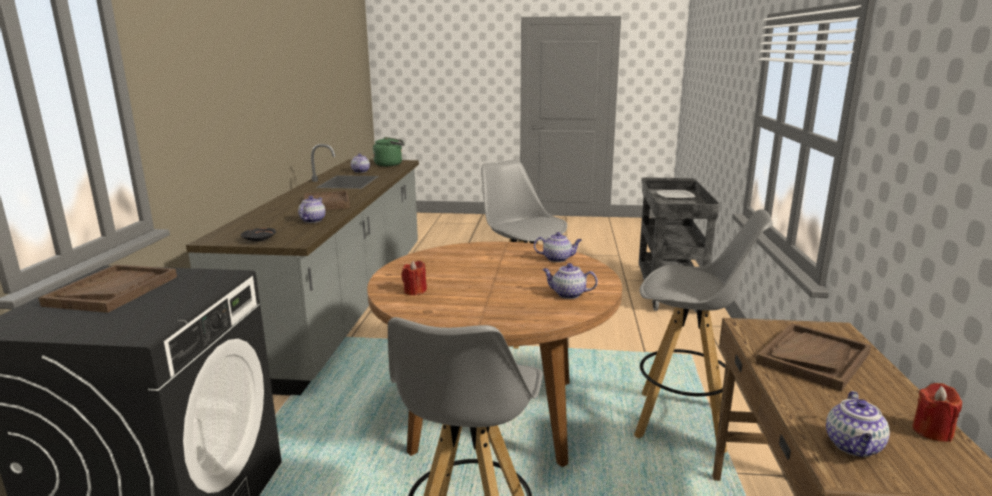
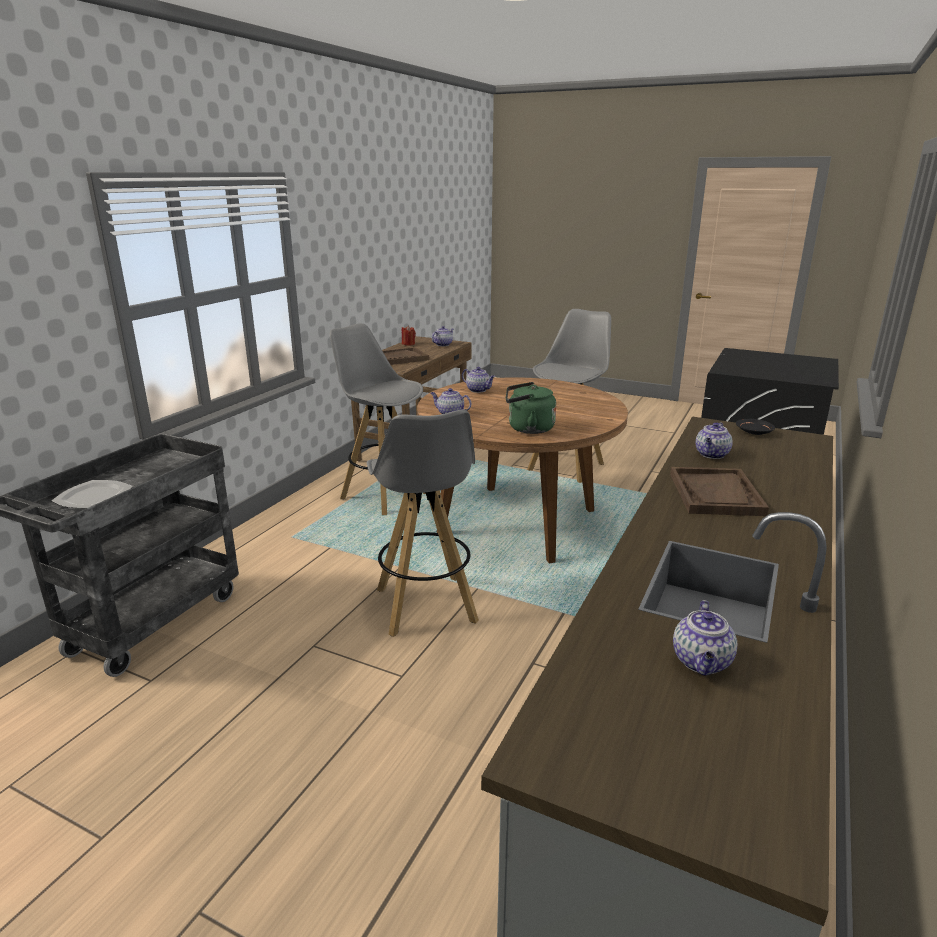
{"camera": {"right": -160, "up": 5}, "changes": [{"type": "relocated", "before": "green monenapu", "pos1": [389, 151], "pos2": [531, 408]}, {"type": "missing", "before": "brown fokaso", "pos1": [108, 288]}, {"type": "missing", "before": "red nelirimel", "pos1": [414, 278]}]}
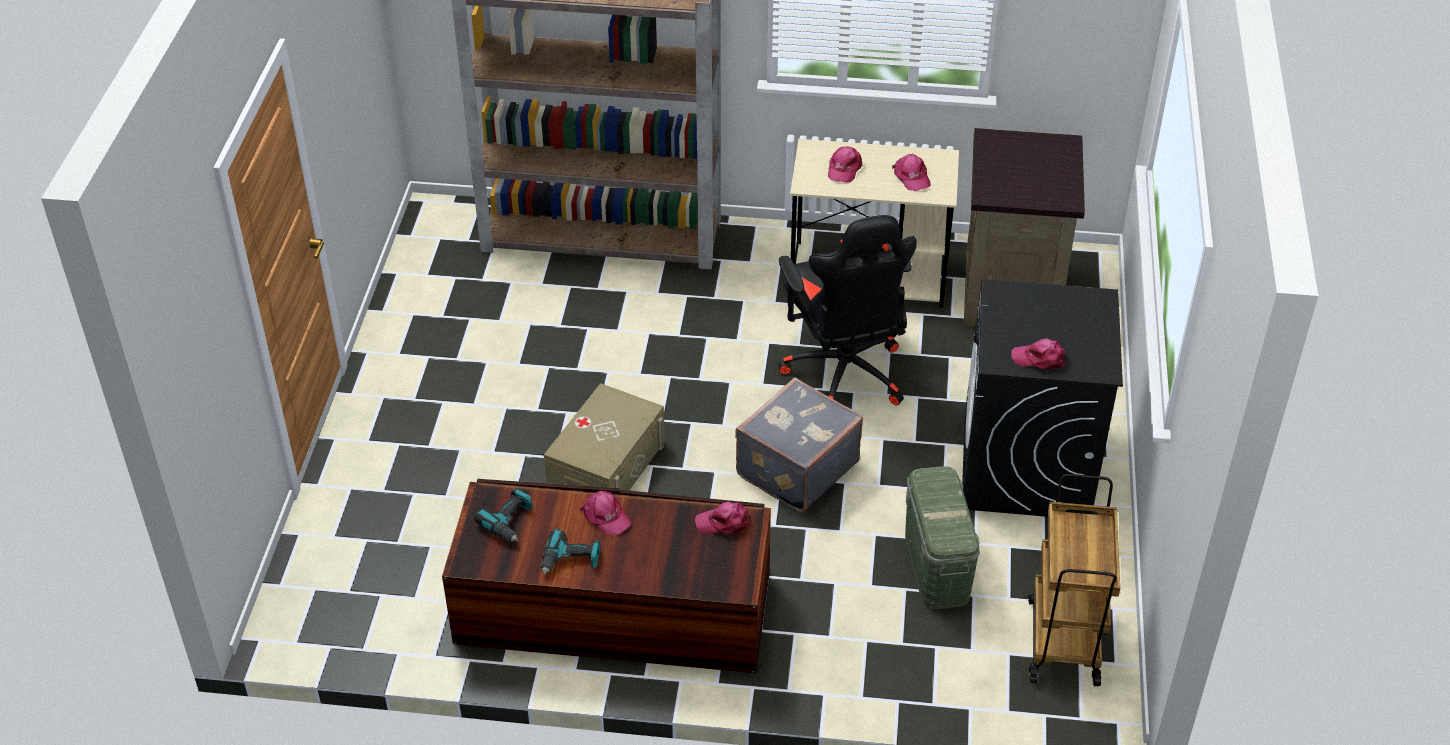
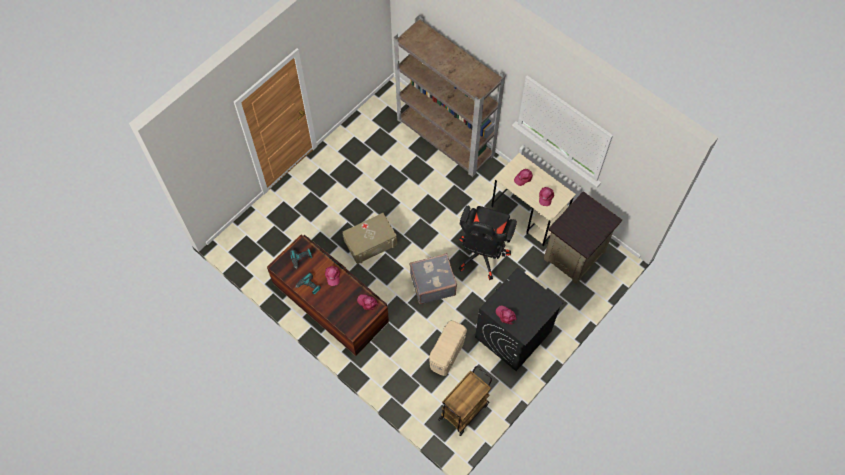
{"camera": {"right": 35, "up": 20}, "changes": [{"type": "colour", "before": "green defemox", "after": "beige defemox", "pos1": [942, 537], "pos2": [448, 348]}]}
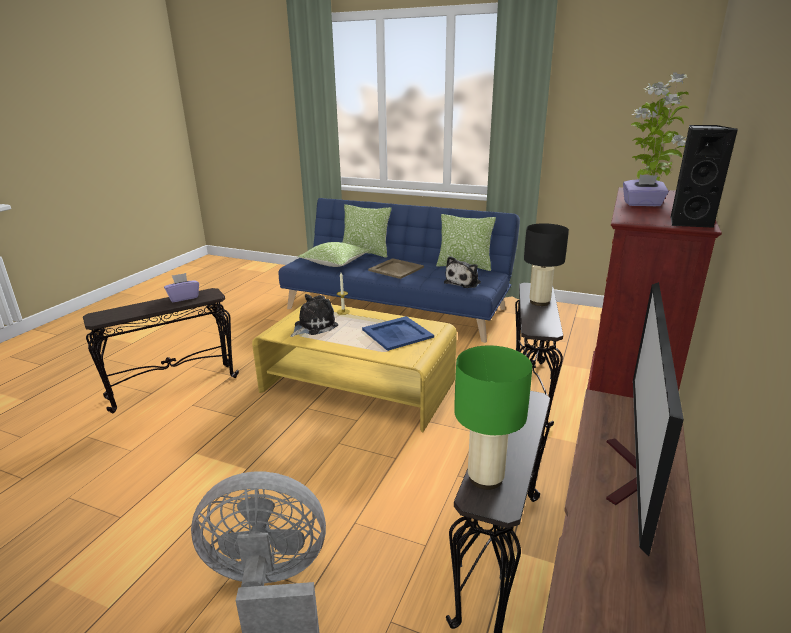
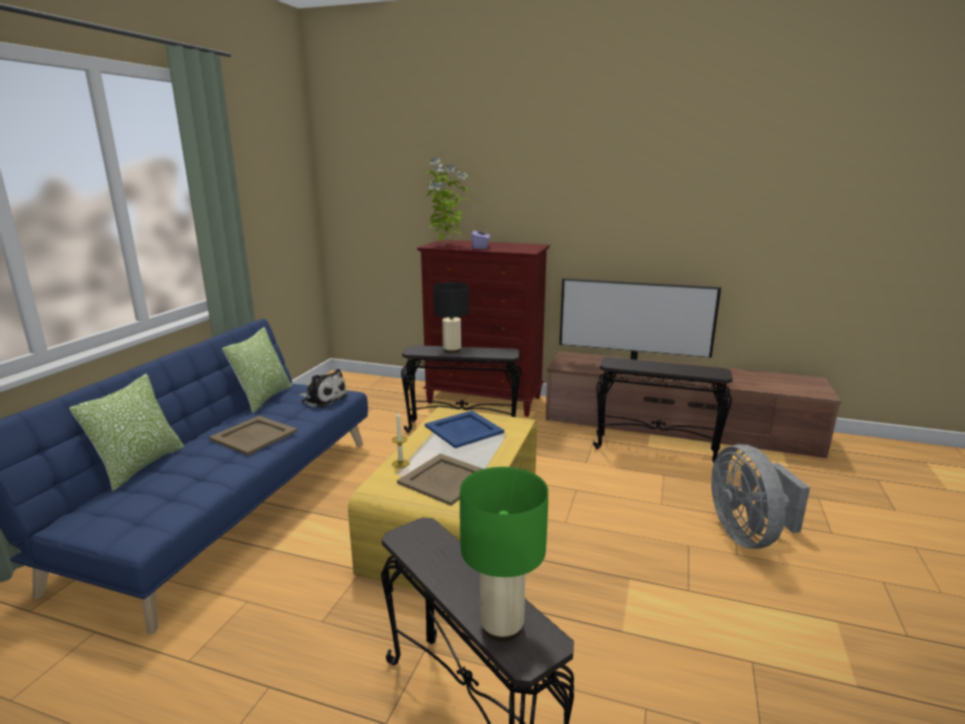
{"camera": {"right": -95, "up": -5}, "changes": [{"type": "exchanged", "before": "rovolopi", "after": "beige fokaso", "pos1": [314, 315], "pos2": [440, 480]}, {"type": "relocated", "before": "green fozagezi", "pos1": [493, 417], "pos2": [504, 554]}, {"type": "missing", "before": "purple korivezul", "pos1": [181, 287]}, {"type": "missing", "before": "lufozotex", "pos1": [333, 254]}, {"type": "missing", "before": "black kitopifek", "pos1": [704, 176]}]}
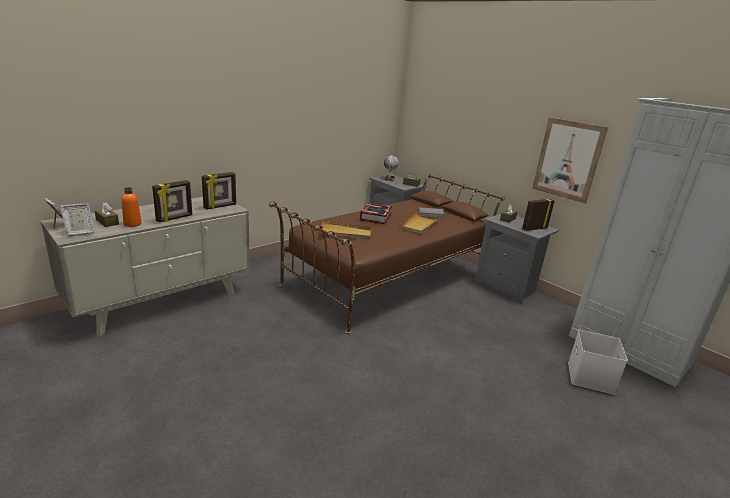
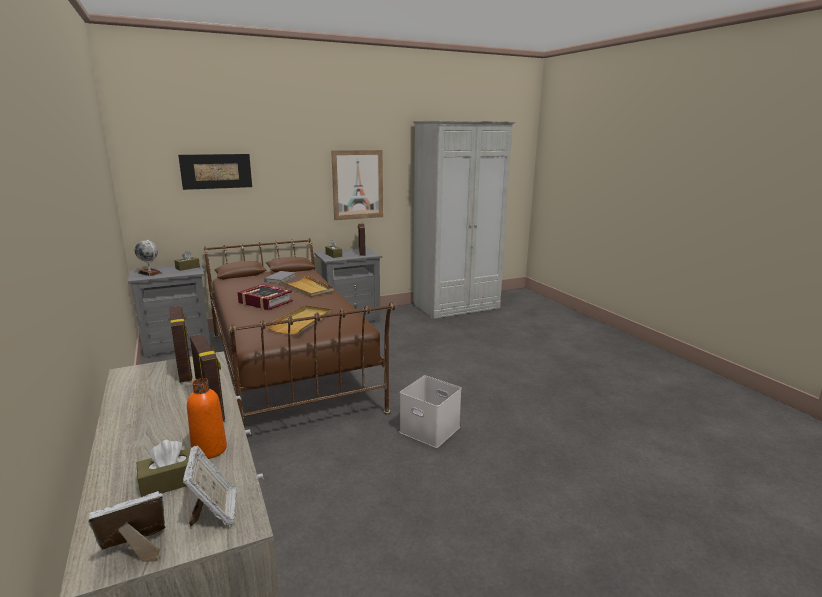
{"camera": {"right": -70, "up": -5}, "changes": [{"type": "appeared", "after": "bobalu", "pos2": [215, 172]}, {"type": "relocated", "before": "white defemox", "pos1": [598, 362], "pos2": [431, 412]}]}
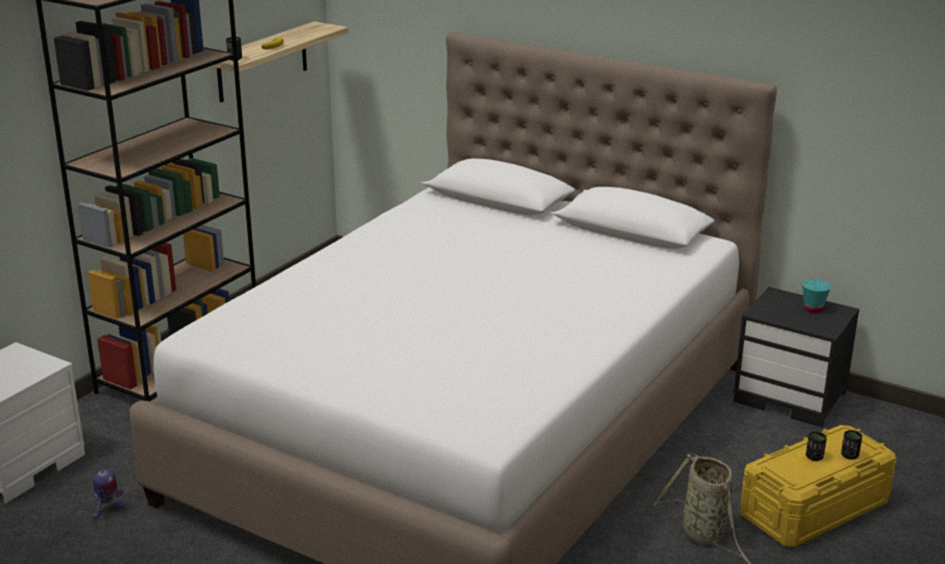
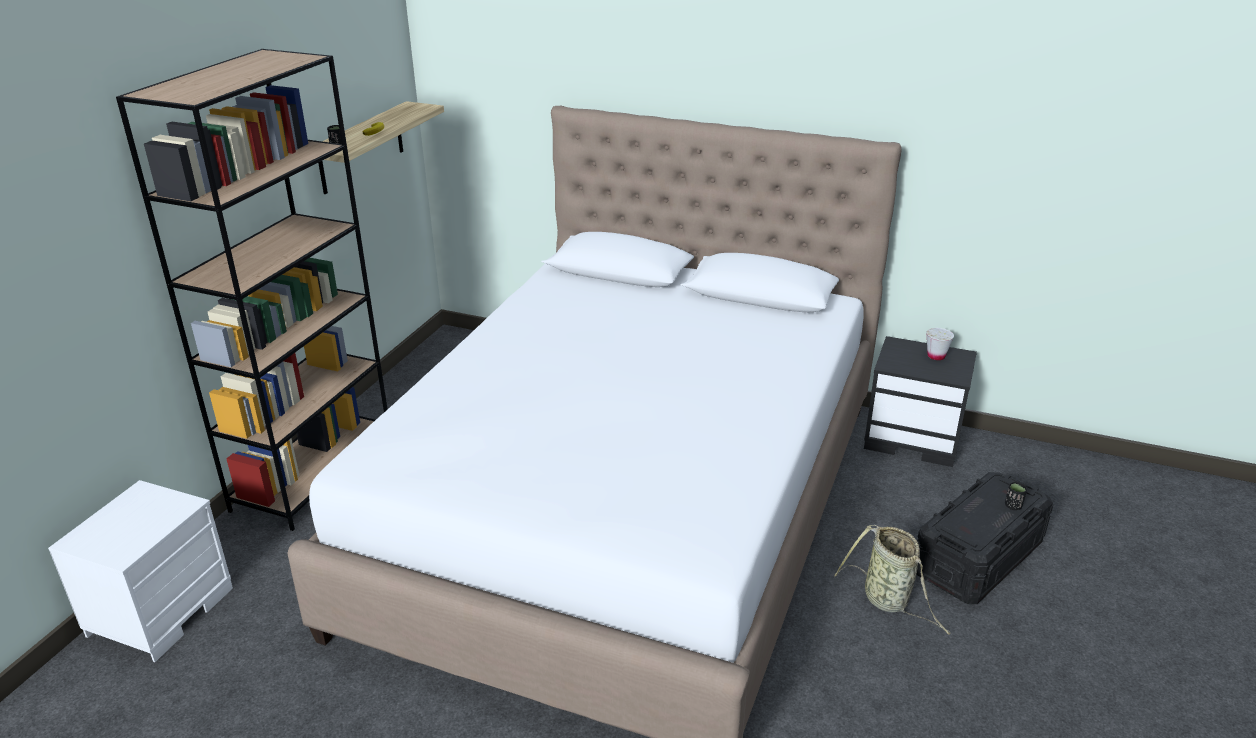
{"camera": {"right": -10, "up": 5}, "changes": [{"type": "colour", "before": "yellow defemox", "after": "black defemox", "pos1": [818, 486], "pos2": [984, 538]}, {"type": "colour", "before": "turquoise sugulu", "after": "white sugulu", "pos1": [816, 296], "pos2": [940, 344]}, {"type": "missing", "before": "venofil", "pos1": [108, 485]}, {"type": "missing", "before": "black sugulu", "pos1": [816, 446]}]}
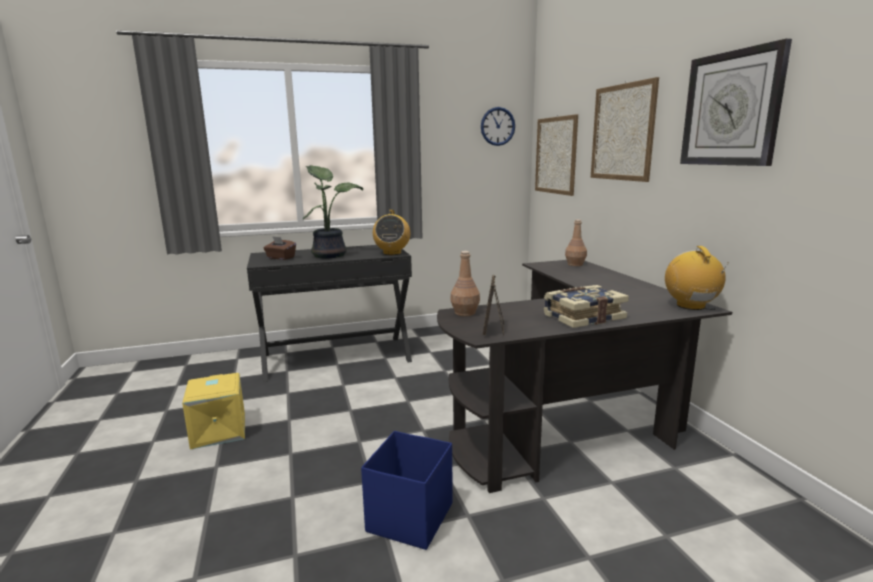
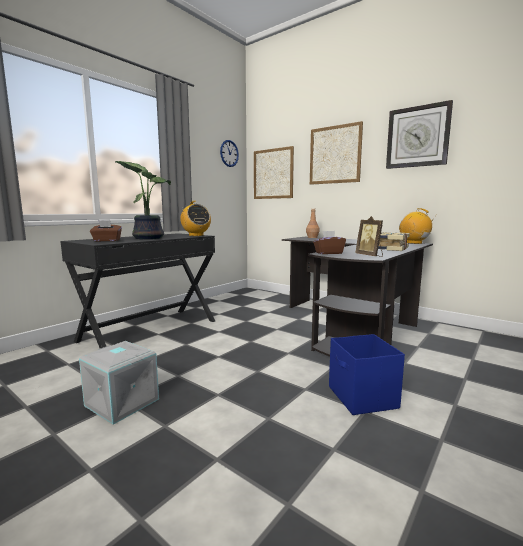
{"camera": {"right": -35, "up": -5}, "changes": [{"type": "colour", "before": "yellow defemox", "after": "grey defemox", "pos1": [213, 411], "pos2": [119, 383]}, {"type": "exchanged", "before": "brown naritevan", "after": "brown korivezul", "pos1": [465, 283], "pos2": [329, 242]}]}
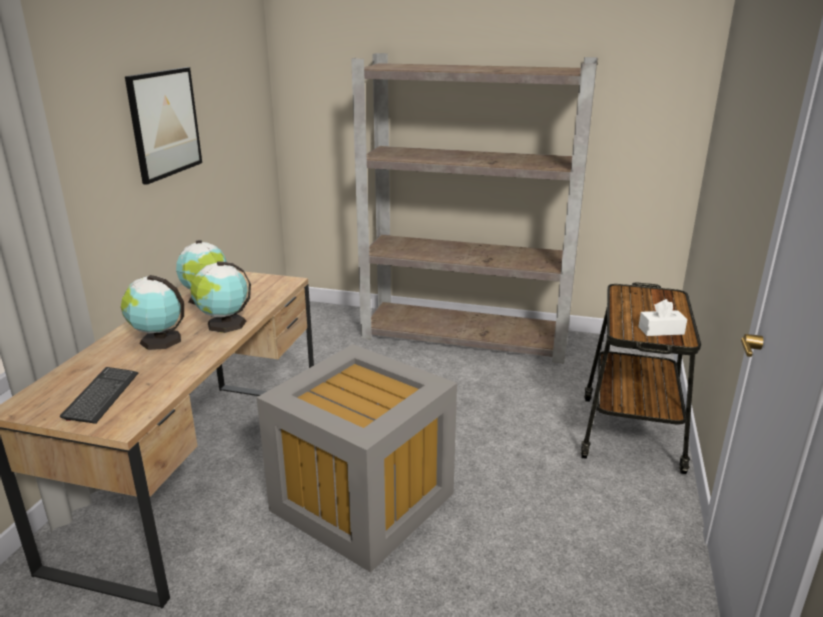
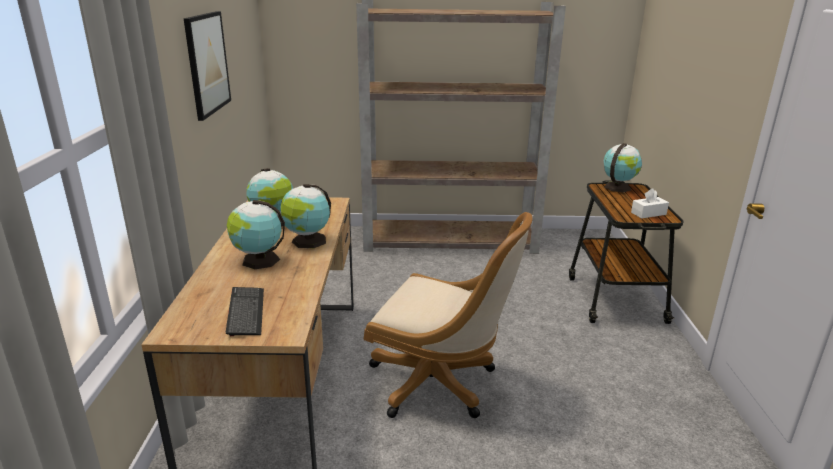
{"camera": {"right": -15, "up": 0}, "changes": [{"type": "exchanged", "before": "grey defemox", "after": "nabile", "pos1": [356, 458], "pos2": [448, 315]}, {"type": "appeared", "after": "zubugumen", "pos2": [622, 168]}]}
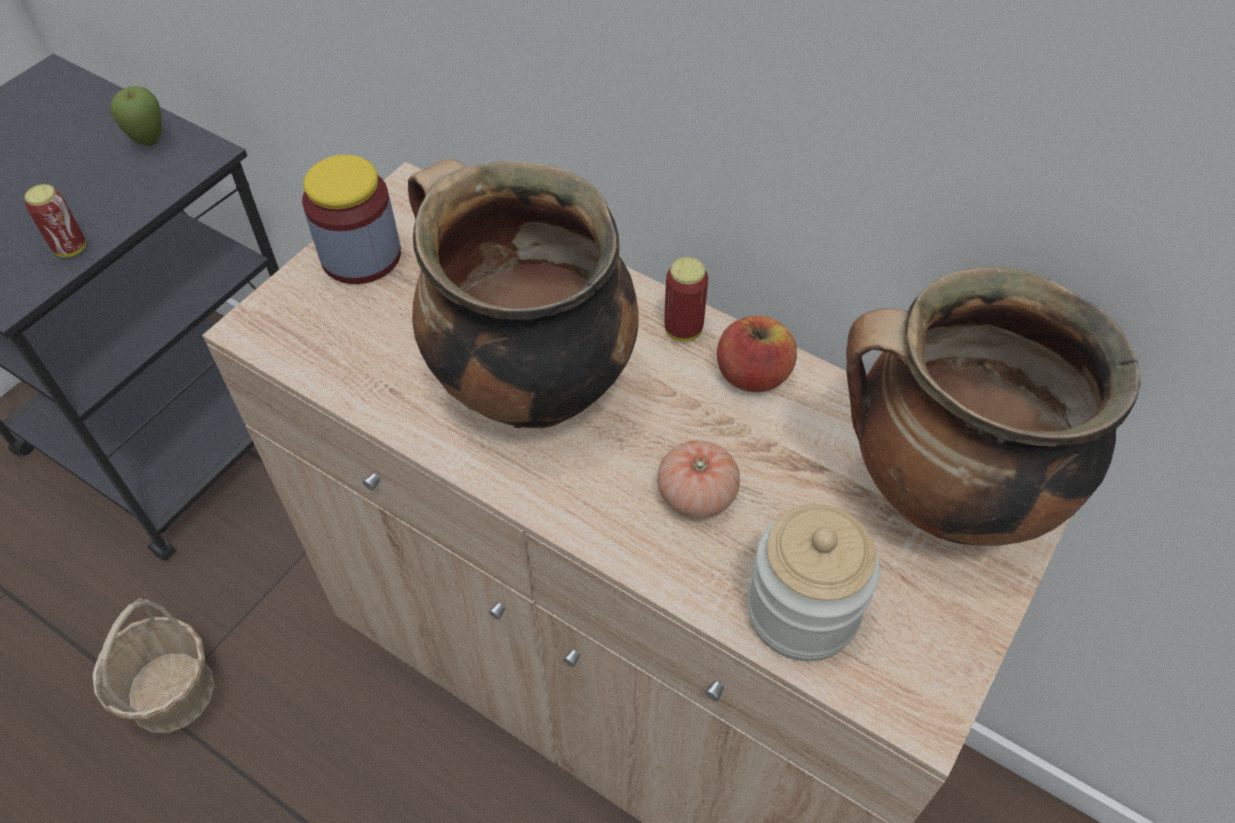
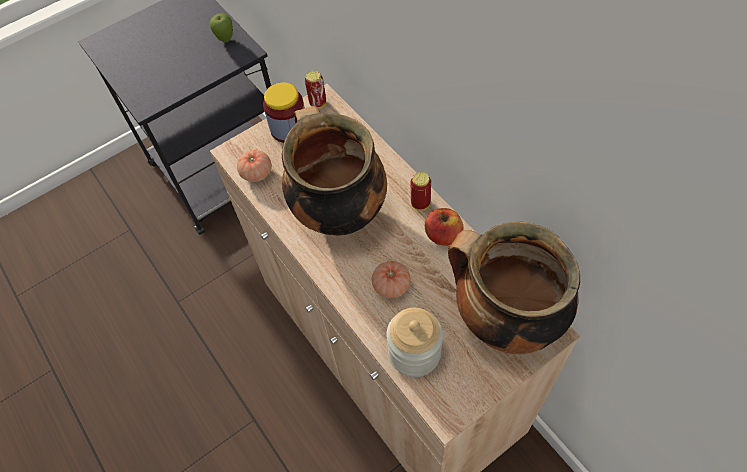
{"camera": {"right": 25, "up": 5}, "changes": [{"type": "appeared", "after": "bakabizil", "pos2": [254, 166]}, {"type": "relocated", "before": "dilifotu", "pos1": [55, 220], "pos2": [315, 89]}, {"type": "missing", "before": "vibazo", "pos1": [153, 665]}]}
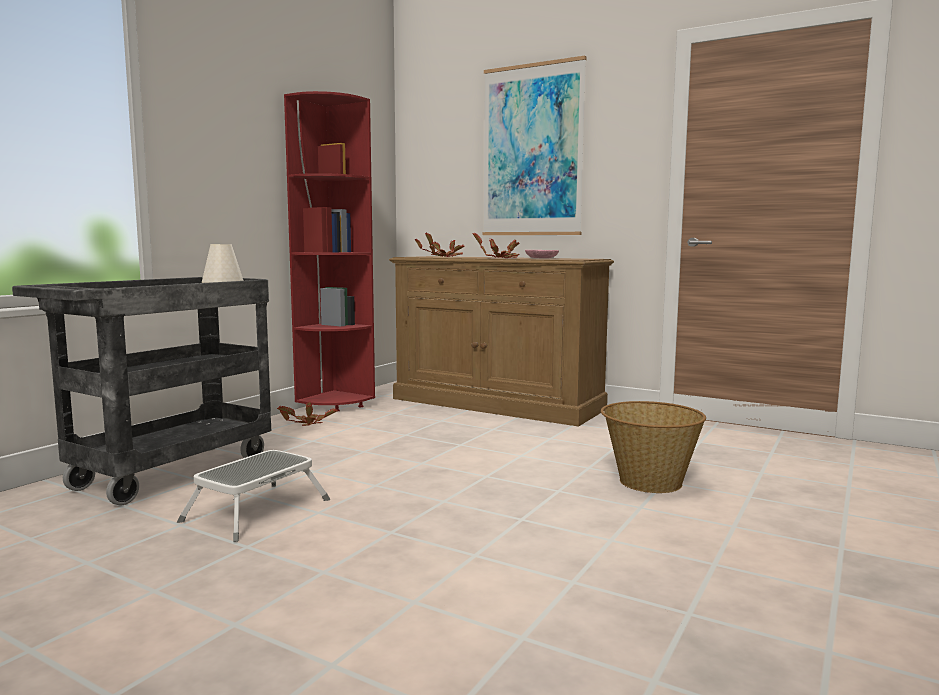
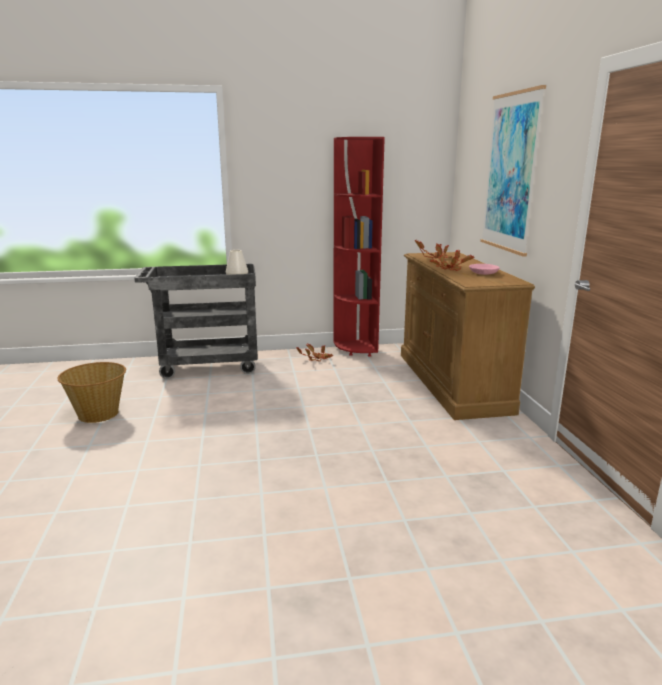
{"camera": {"right": 50, "up": 10}, "changes": [{"type": "relocated", "before": "vibazo", "pos1": [653, 447], "pos2": [92, 392]}, {"type": "missing", "before": "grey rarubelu", "pos1": [253, 496]}]}
